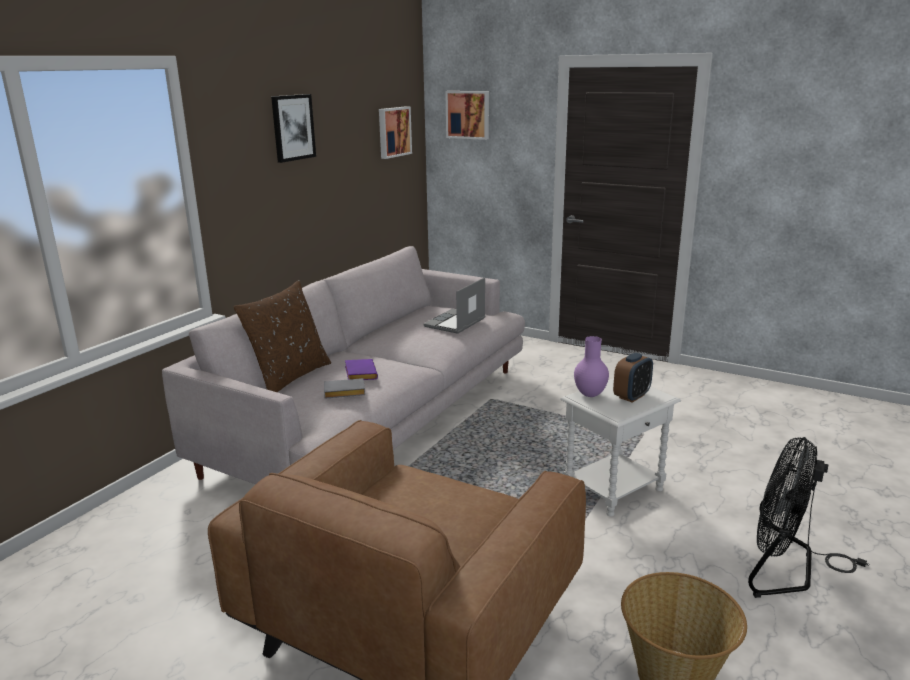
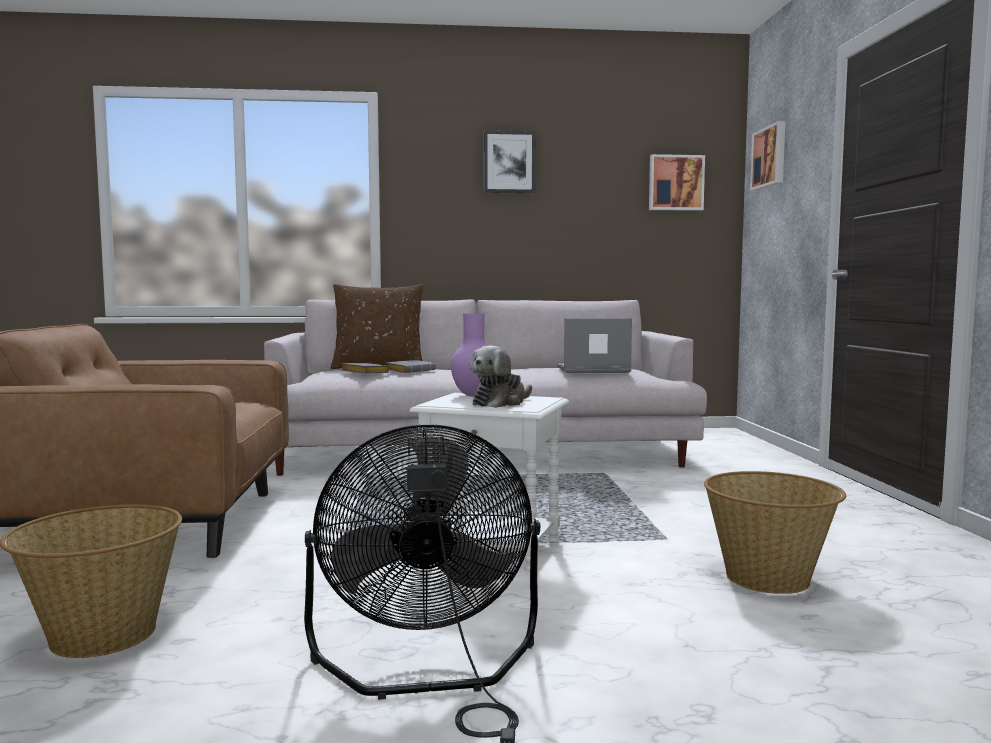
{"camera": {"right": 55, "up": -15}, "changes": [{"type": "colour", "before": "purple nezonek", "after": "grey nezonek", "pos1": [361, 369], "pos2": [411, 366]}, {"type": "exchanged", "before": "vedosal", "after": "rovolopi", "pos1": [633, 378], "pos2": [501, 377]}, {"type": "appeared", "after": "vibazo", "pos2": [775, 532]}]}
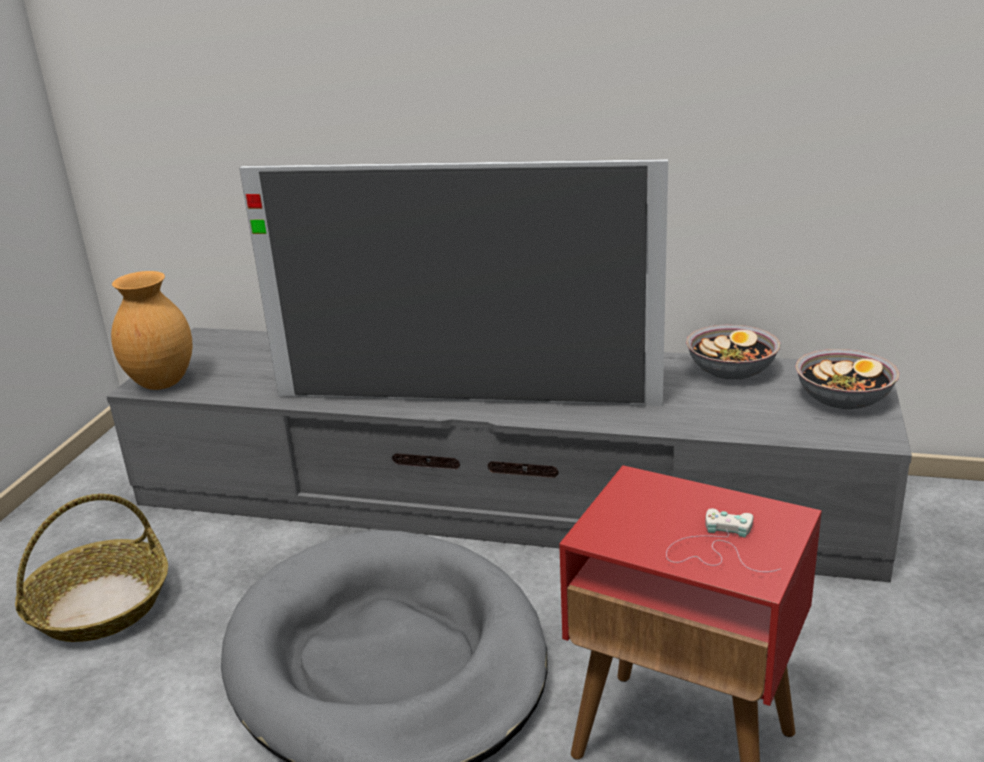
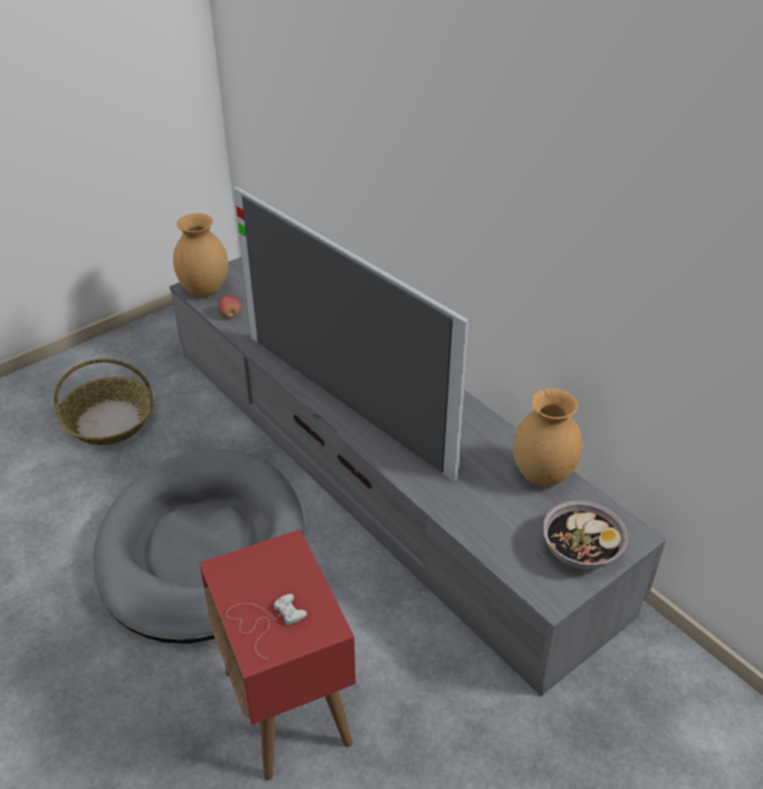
{"camera": {"right": 35, "up": 15}, "changes": [{"type": "appeared", "after": "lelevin", "pos2": [229, 306]}, {"type": "exchanged", "before": "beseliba", "after": "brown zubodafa", "pos1": [733, 351], "pos2": [547, 437]}]}
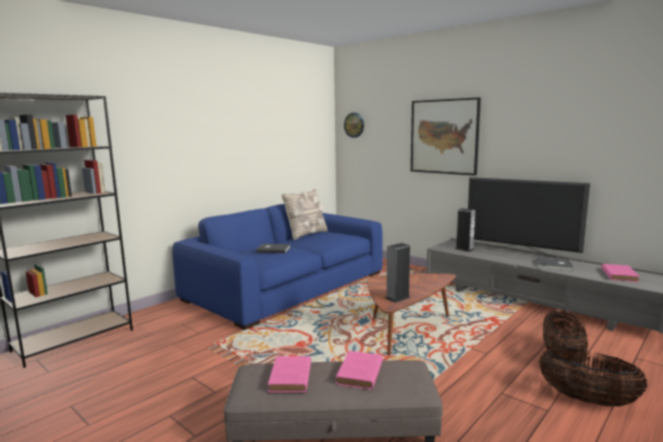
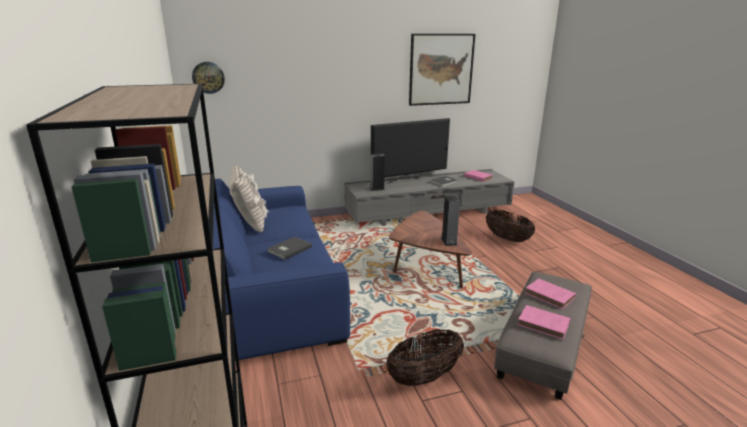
{"camera": {"right": -60, "up": 10}, "changes": [{"type": "relocated", "before": "vibazo", "pos1": [593, 377], "pos2": [425, 357]}, {"type": "relocated", "before": "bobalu", "pos1": [446, 136], "pos2": [442, 70]}]}
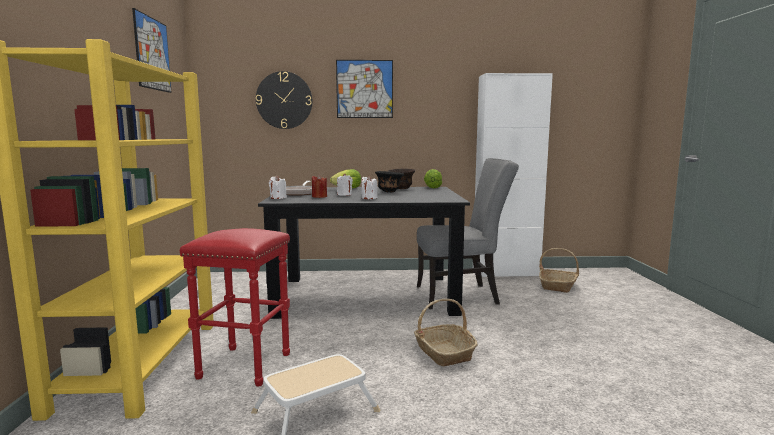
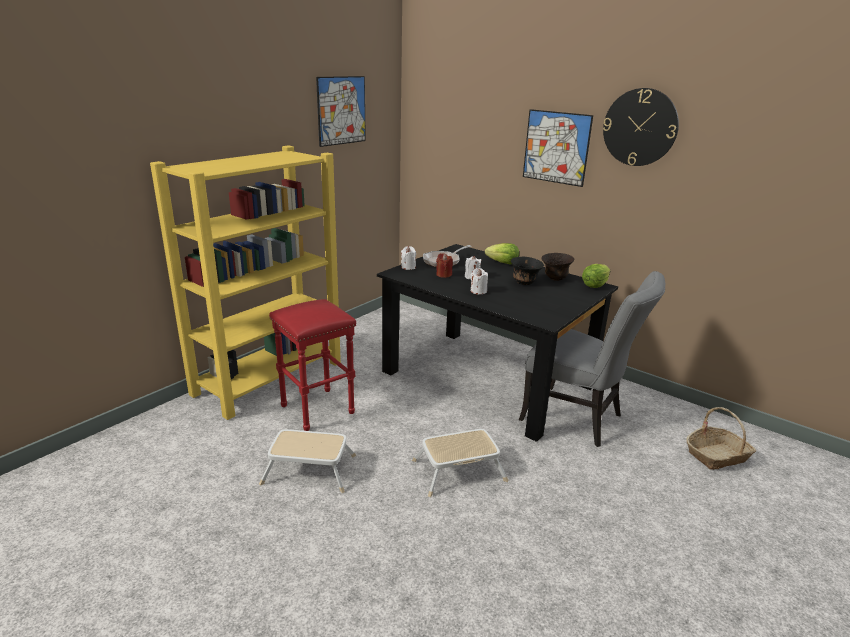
{"camera": {"right": 40, "up": 15}, "changes": [{"type": "exchanged", "before": "vibazo", "after": "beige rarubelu", "pos1": [446, 333], "pos2": [460, 463]}, {"type": "relocated", "before": "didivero", "pos1": [284, 100], "pos2": [641, 127]}, {"type": "missing", "before": "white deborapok", "pos1": [513, 175]}]}
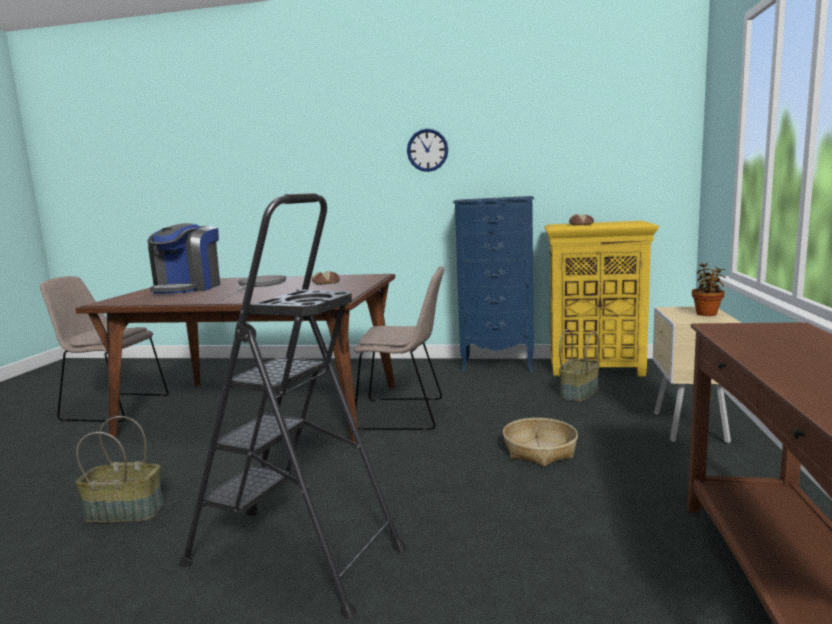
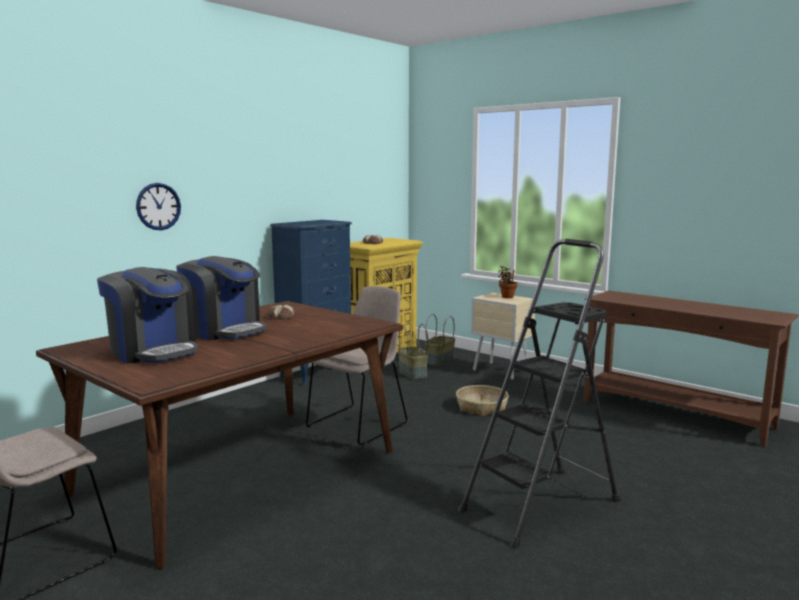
{"camera": {"right": -60, "up": 0}, "changes": [{"type": "relocated", "before": "didivero", "pos1": [427, 150], "pos2": [158, 206]}, {"type": "exchanged", "before": "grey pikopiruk", "after": "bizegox", "pos1": [261, 283], "pos2": [221, 298]}, {"type": "relocated", "before": "vibazo", "pos1": [120, 469], "pos2": [440, 340]}]}
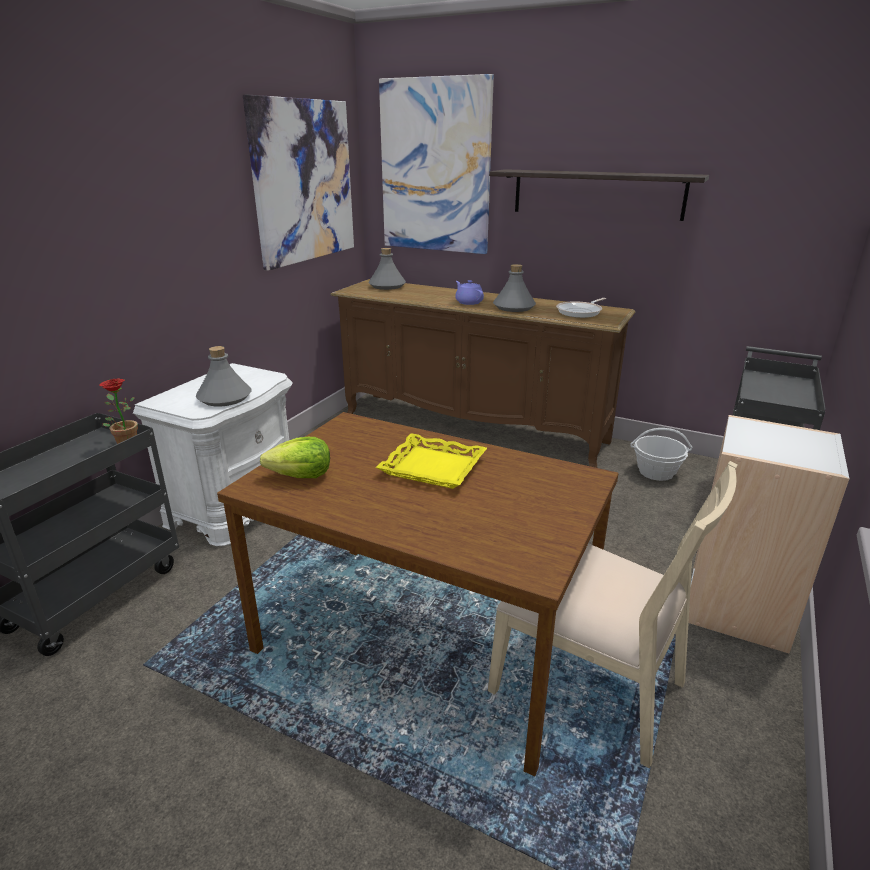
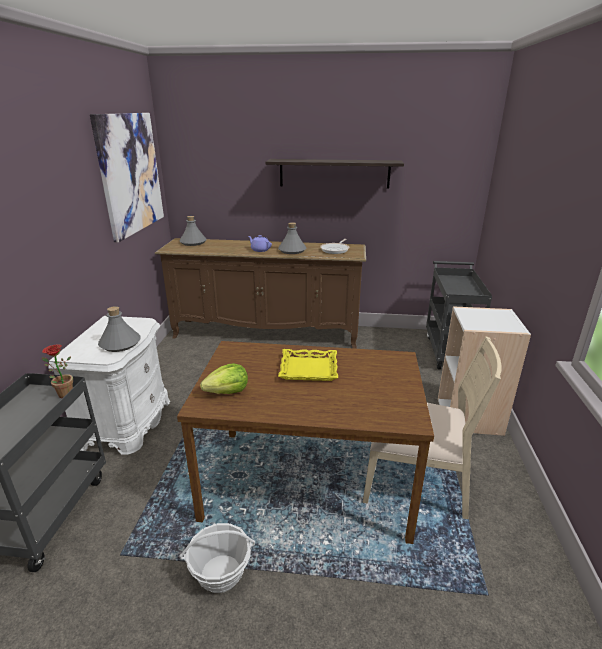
{"camera": {"right": -20, "up": 0}, "changes": [{"type": "relocated", "before": "vibazo", "pos1": [661, 454], "pos2": [217, 558]}, {"type": "missing", "before": "bobalu", "pos1": [436, 164]}]}
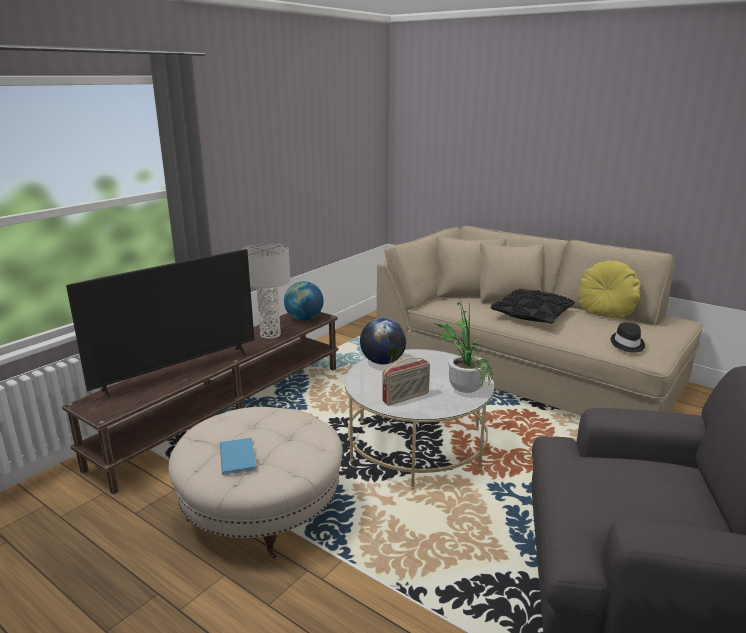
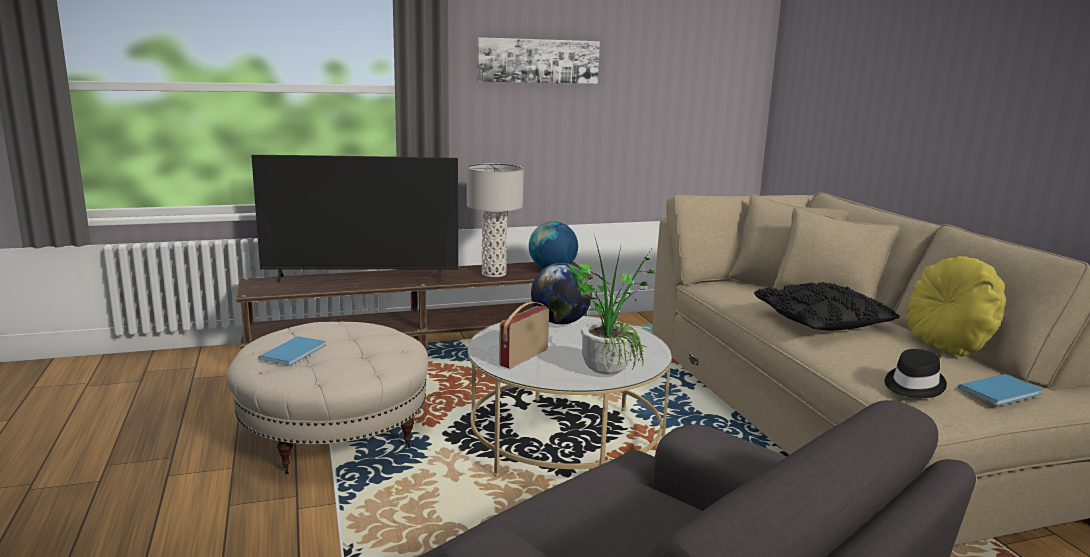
{"camera": {"right": 35, "up": -5}, "changes": [{"type": "appeared", "after": "bobalu", "pos2": [538, 60]}, {"type": "spun", "before": "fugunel", "pos1": [406, 381], "pos2": [524, 335], "turn": 120}, {"type": "appeared", "after": "blue nezonek", "pos2": [1000, 390]}]}
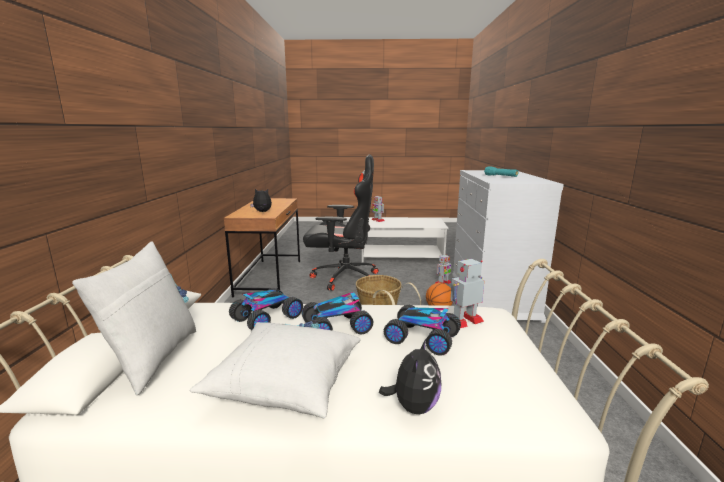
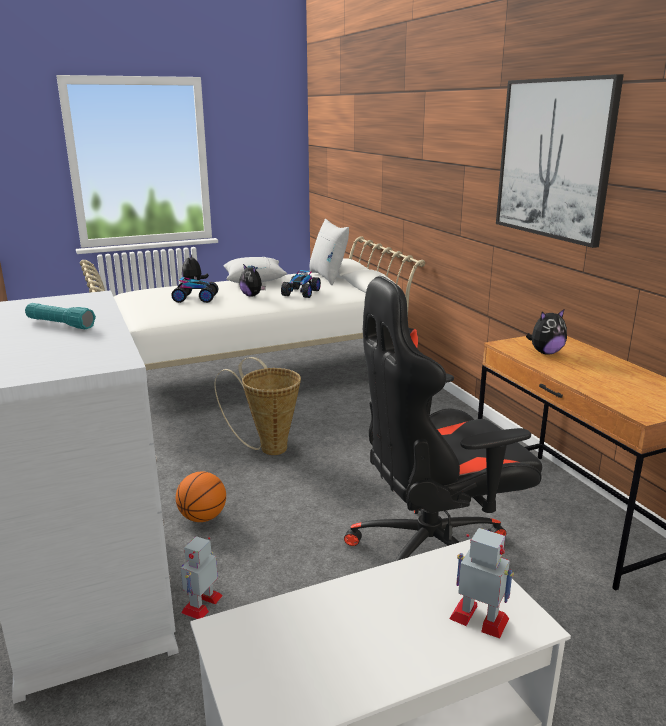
{"camera": {"right": 155, "up": 5}, "changes": [{"type": "exchanged", "before": "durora", "after": "rovolopi", "pos1": [337, 313], "pos2": [252, 280]}, {"type": "appeared", "after": "bobalu", "pos2": [560, 161]}, {"type": "missing", "before": "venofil", "pos1": [467, 293]}]}
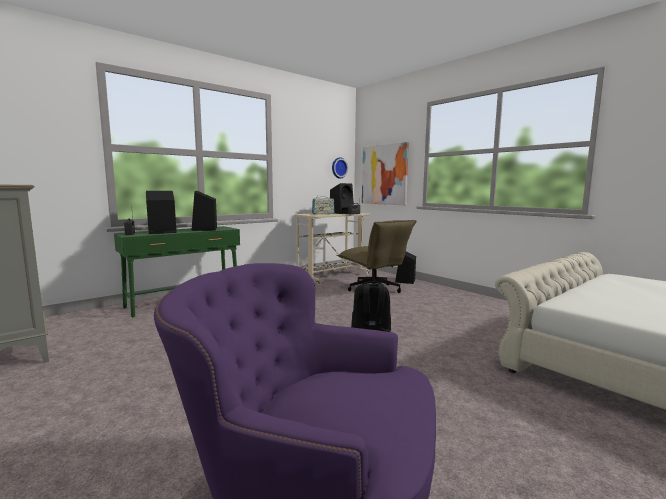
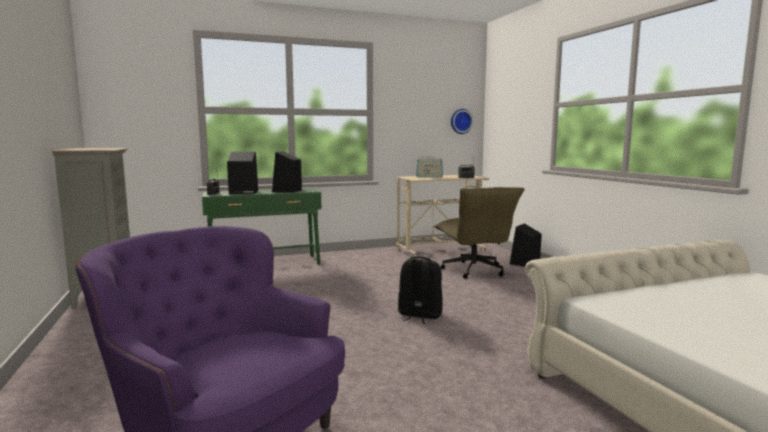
{"camera": {"right": 20, "up": 0}, "changes": [{"type": "missing", "before": "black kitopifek", "pos1": [342, 198]}, {"type": "missing", "before": "bobalu", "pos1": [385, 173]}]}
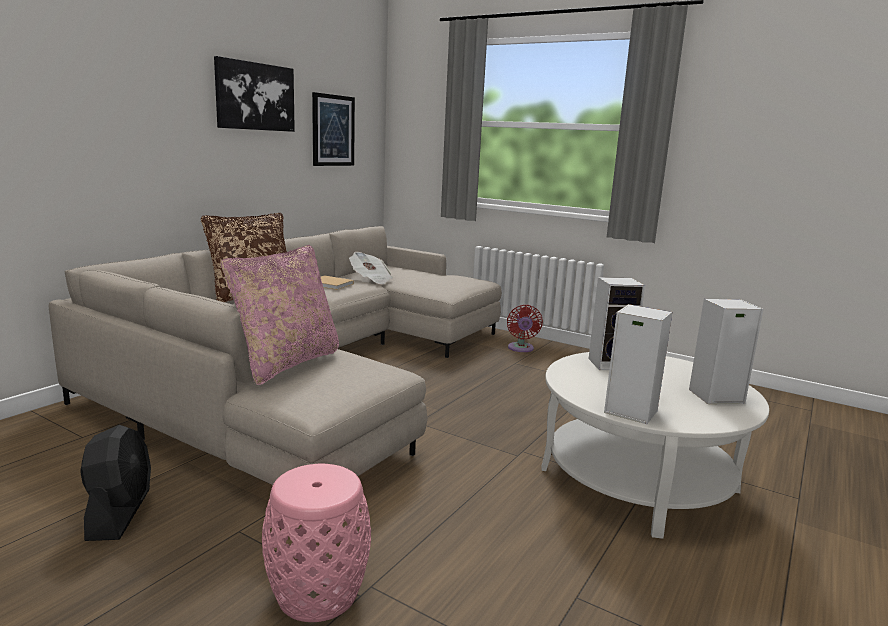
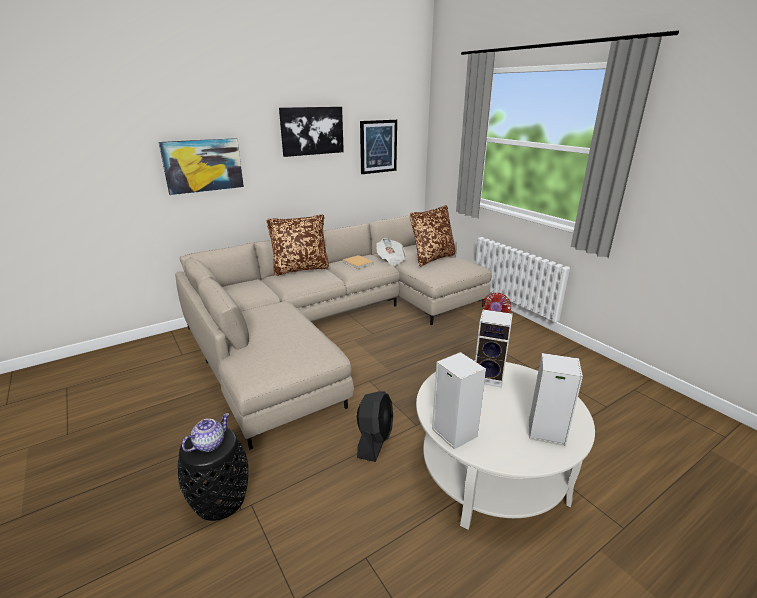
{"camera": {"right": 25, "up": 10}, "changes": [{"type": "appeared", "after": "bobalu", "pos2": [201, 166]}, {"type": "colour", "before": "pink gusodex", "after": "black gusodex", "pos1": [316, 543], "pos2": [213, 474]}, {"type": "appeared", "after": "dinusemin", "pos2": [205, 432]}, {"type": "relocated", "before": "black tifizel", "pos1": [115, 483], "pos2": [375, 426]}, {"type": "appeared", "after": "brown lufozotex", "pos2": [432, 236]}, {"type": "missing", "before": "pink lufozotex", "pos1": [280, 315]}]}
